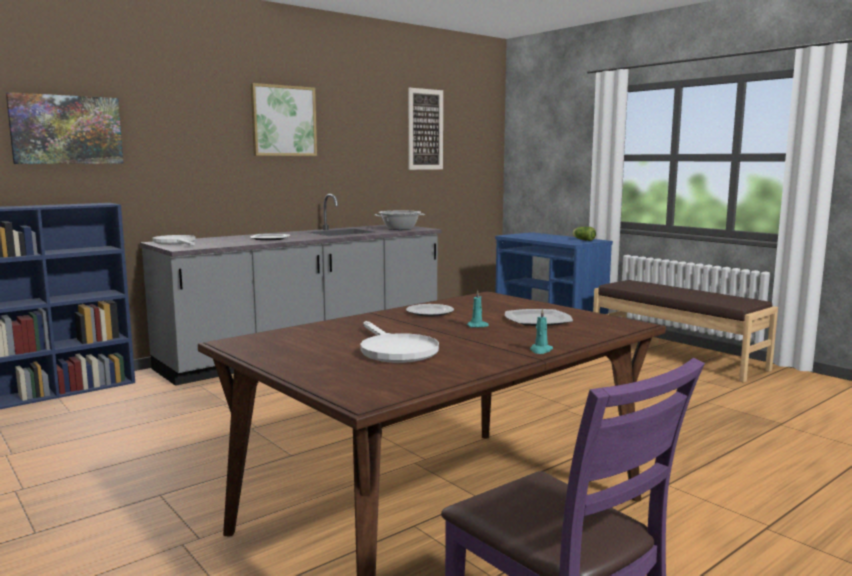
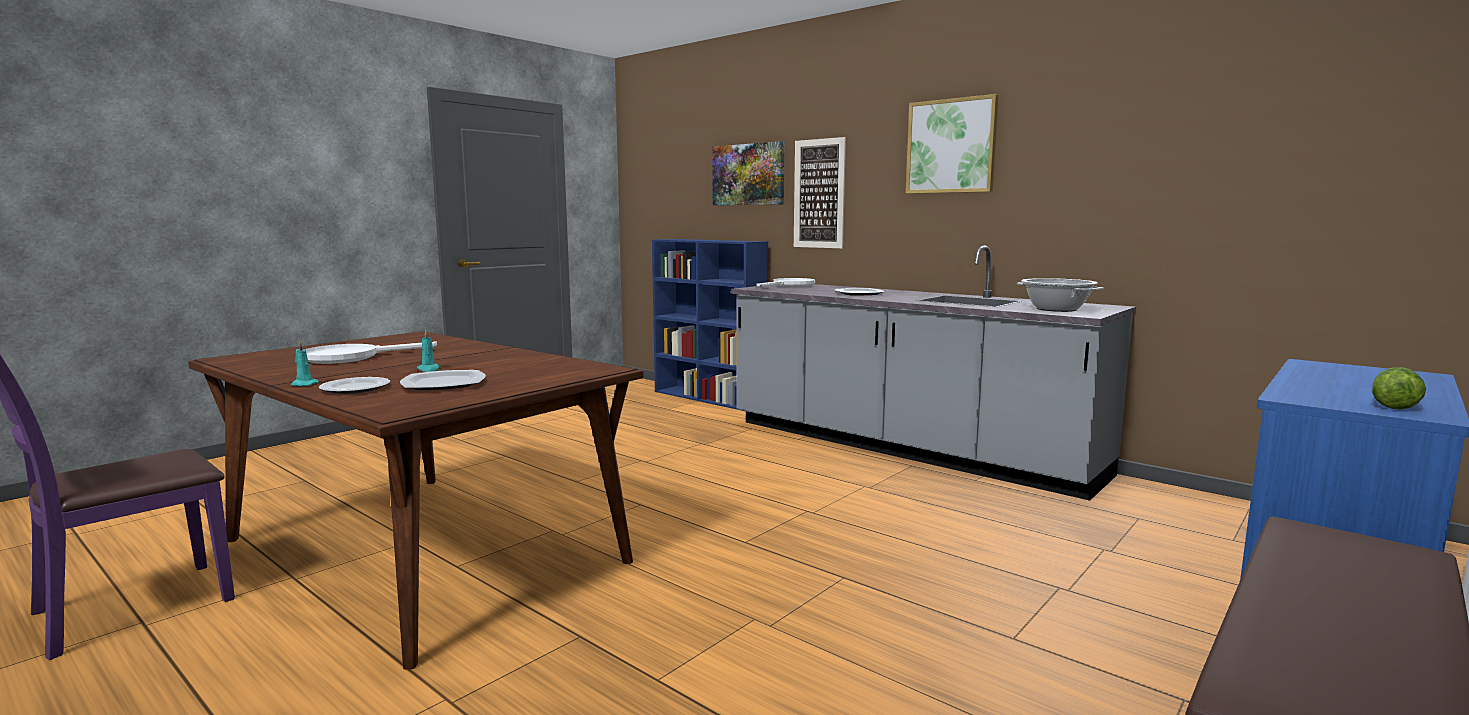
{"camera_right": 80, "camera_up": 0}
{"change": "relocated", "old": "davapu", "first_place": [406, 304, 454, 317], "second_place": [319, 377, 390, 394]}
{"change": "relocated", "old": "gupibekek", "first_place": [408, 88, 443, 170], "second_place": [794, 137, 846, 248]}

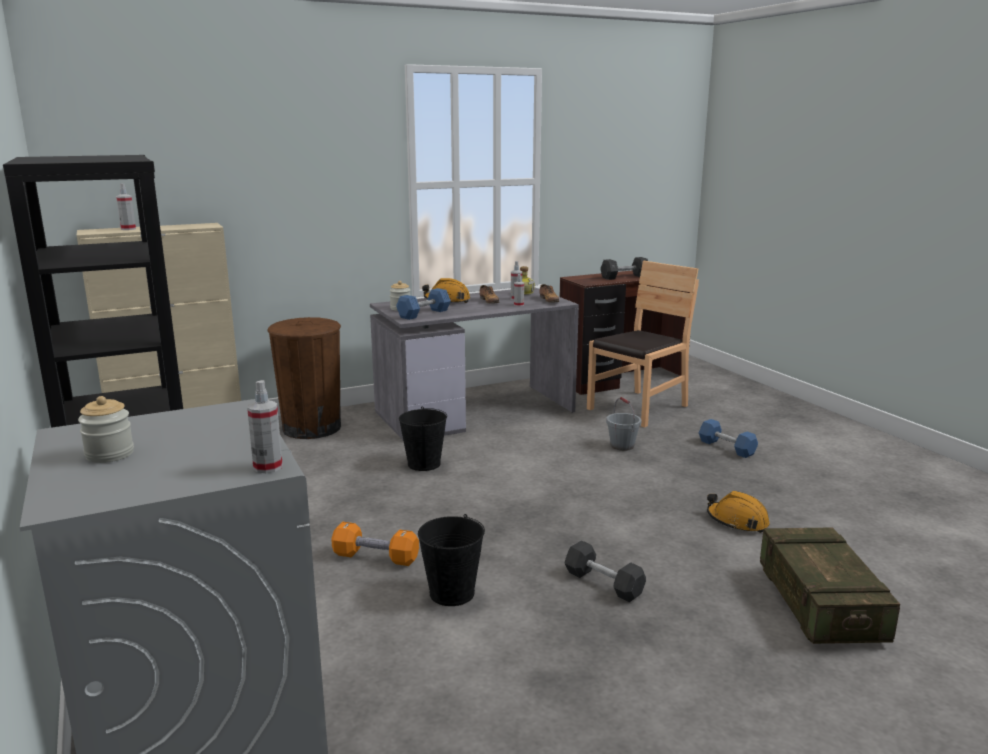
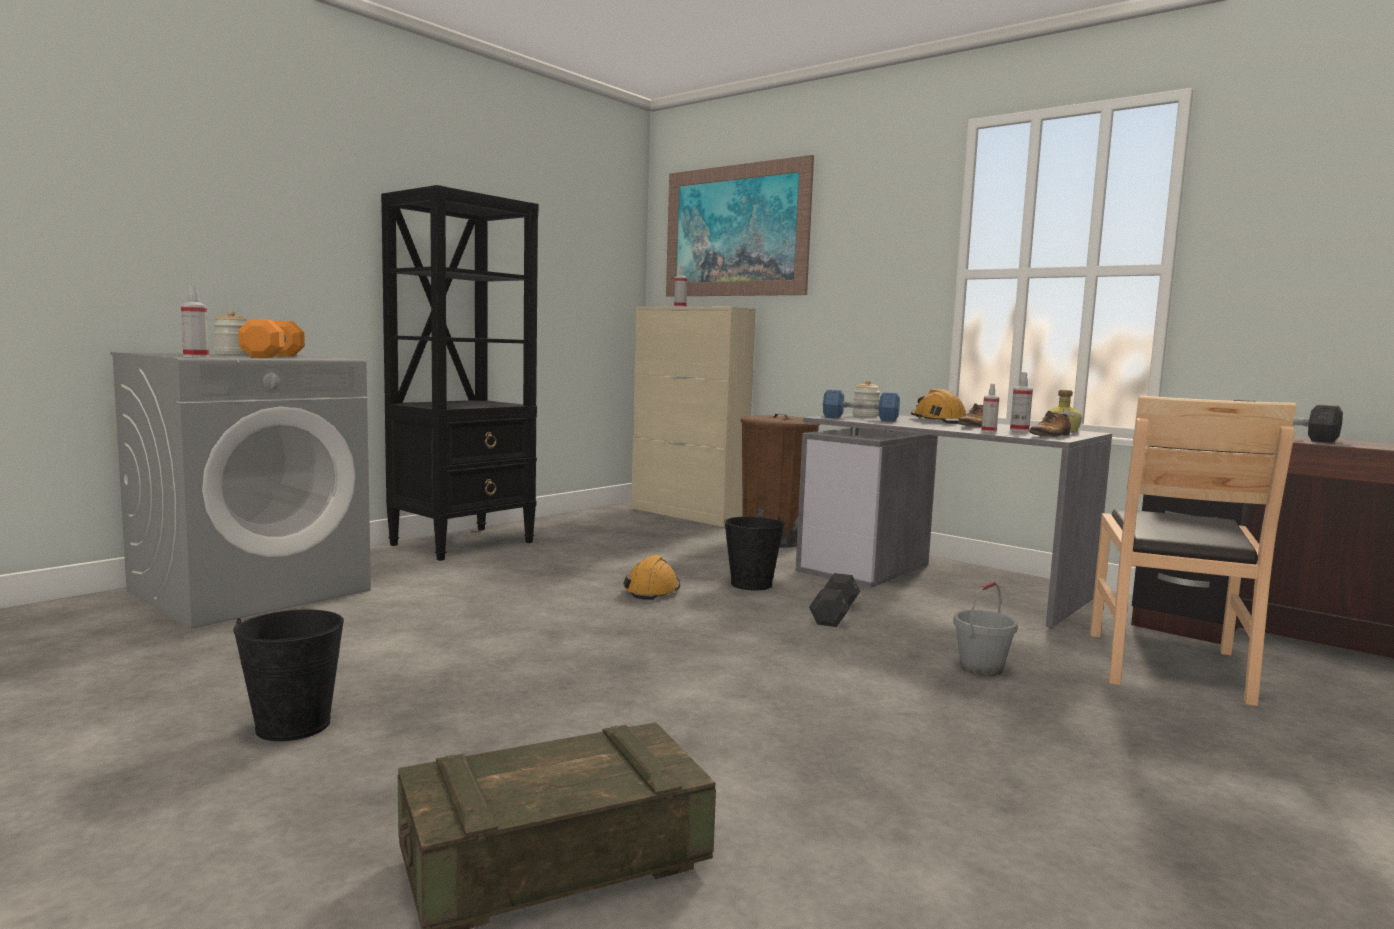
{"camera_right": 65, "camera_up": -10}
{"change": "relocated", "old": "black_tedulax", "first_place": [418, 514, 485, 606], "second_place": [233, 609, 344, 741]}
{"change": "relocated", "old": "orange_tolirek", "first_place": [331, 522, 419, 566], "second_place": [238, 319, 305, 358]}
{"change": "relocated", "old": "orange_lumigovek", "first_place": [707, 491, 770, 533], "second_place": [623, 555, 680, 600]}
{"change": "appeared", "new": "gupibekek", "second_place": [666, 155, 814, 297]}
{"change": "relocated", "old": "grey_tolirek", "first_place": [564, 540, 646, 602], "second_place": [809, 573, 860, 627]}
{"change": "spun", "old": "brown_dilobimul", "first_place": [587, 261, 699, 428], "second_place": [1090, 395, 1296, 706], "degrees": 90}
{"change": "missing", "old": "blue_tolirek", "first_place": [699, 419, 758, 458]}

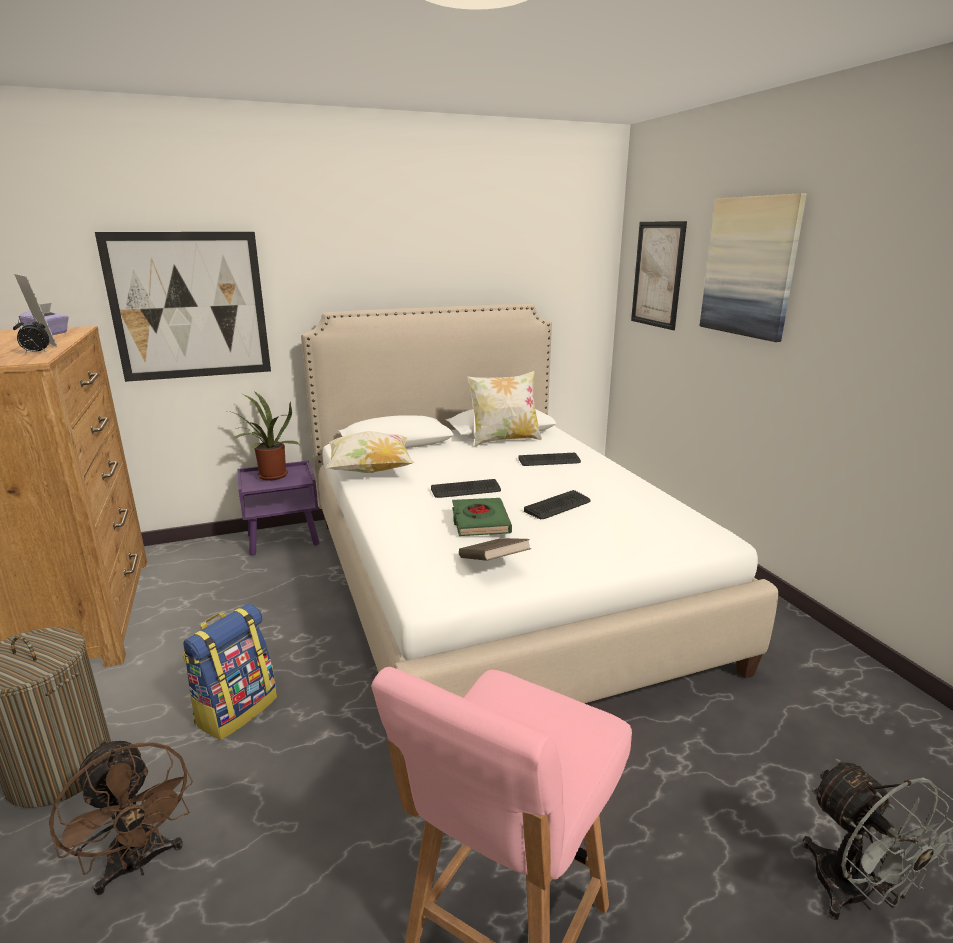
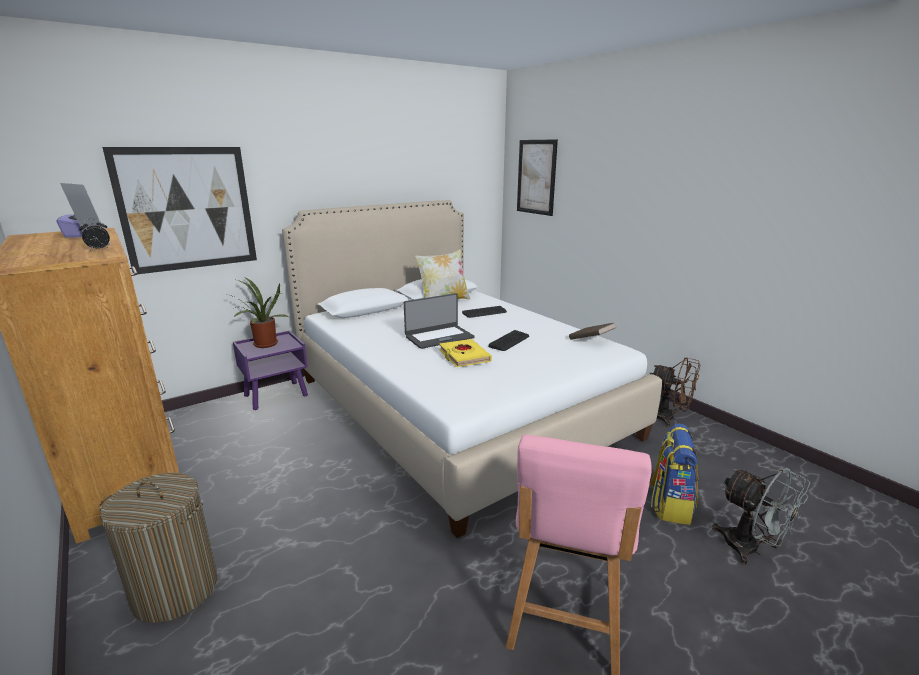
{"camera_right": -15, "camera_up": 0}
{"change": "exchanged", "old": "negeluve", "new": "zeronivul", "first_place": [431, 479, 501, 498], "second_place": [404, 293, 475, 349]}
{"change": "colour", "old": "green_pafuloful", "new": "yellow_pafuloful", "first_place": [452, 498, 512, 536], "second_place": [439, 339, 492, 367]}
{"change": "relocated", "old": "brown_pafuloful", "first_place": [459, 538, 531, 561], "second_place": [569, 322, 615, 340]}
{"change": "relocated", "old": "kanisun", "first_place": [182, 604, 277, 740], "second_place": [649, 424, 699, 525]}
{"change": "relocated", "old": "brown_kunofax", "first_place": [49, 740, 193, 895], "second_place": [650, 357, 700, 427]}
{"change": "missing", "old": "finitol", "first_place": [326, 431, 414, 473]}
{"change": "missing", "old": "gupibekek", "first_place": [700, 193, 807, 342]}

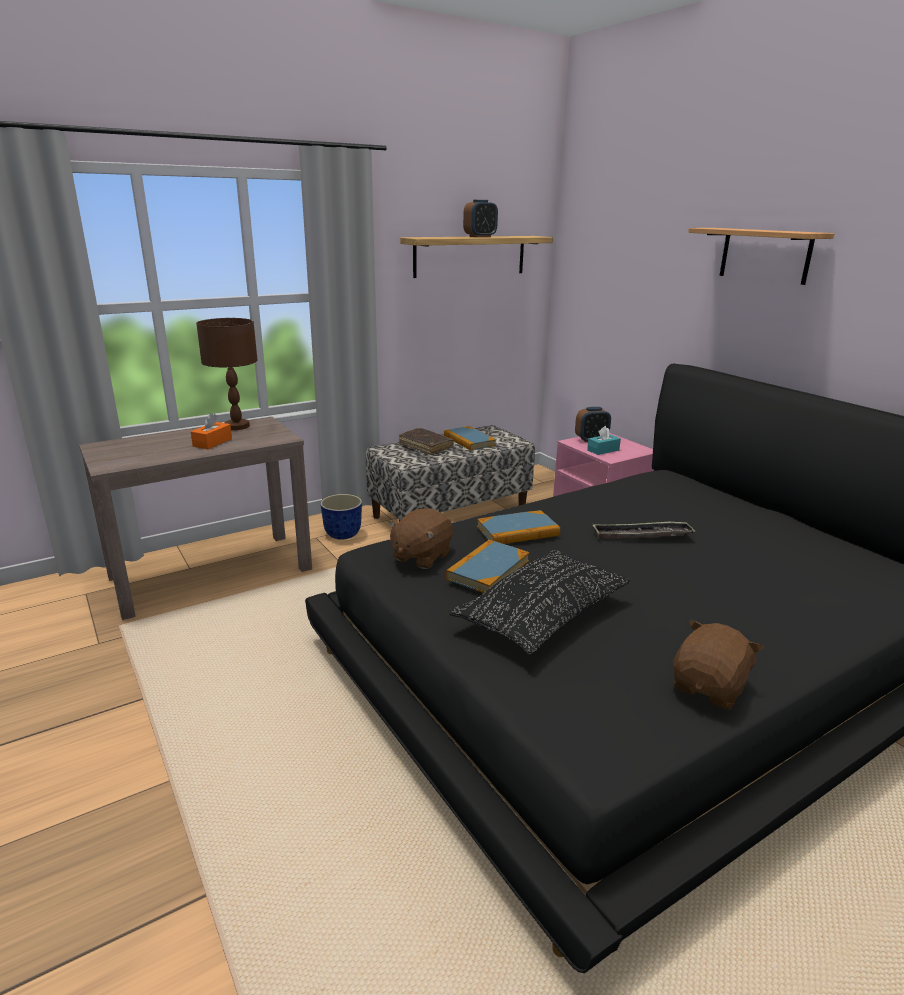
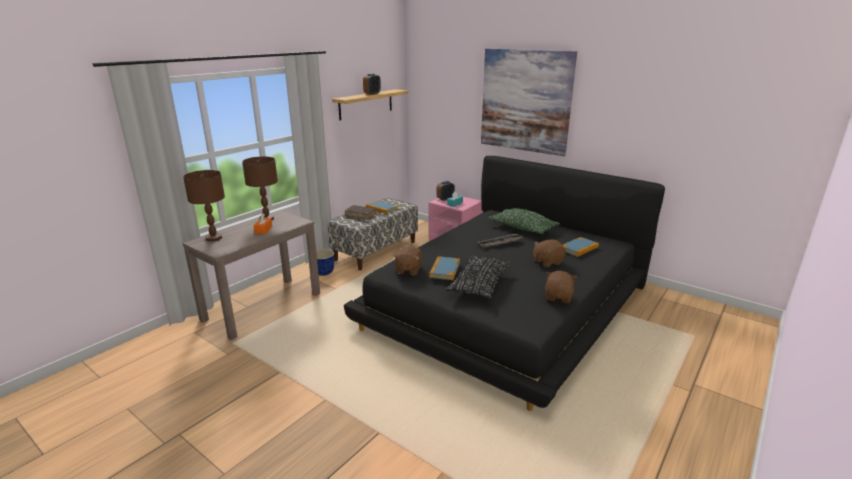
{"camera_right": -20, "camera_up": 0}
{"change": "appeared", "new": "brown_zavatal", "second_place": [183, 170, 225, 242]}
{"change": "exchanged", "old": "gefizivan", "new": "gupibekek", "first_place": [688, 228, 834, 285], "second_place": [481, 48, 577, 156]}
{"change": "appeared", "new": "green_finitol", "second_place": [488, 208, 560, 234]}
{"change": "appeared", "new": "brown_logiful", "second_place": [533, 240, 566, 267]}
{"change": "relocated", "old": "pafuloful", "first_place": [477, 510, 560, 544], "second_place": [563, 237, 599, 257]}

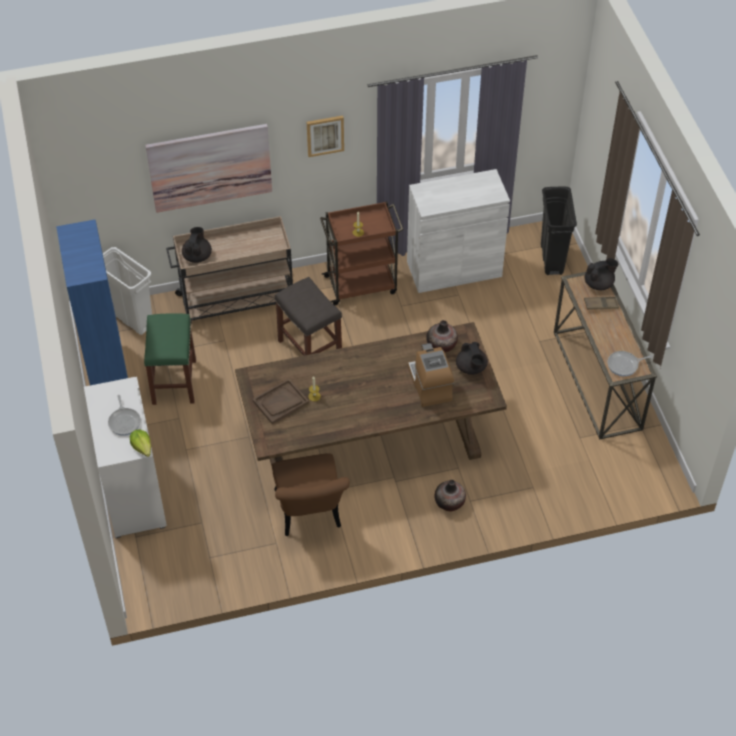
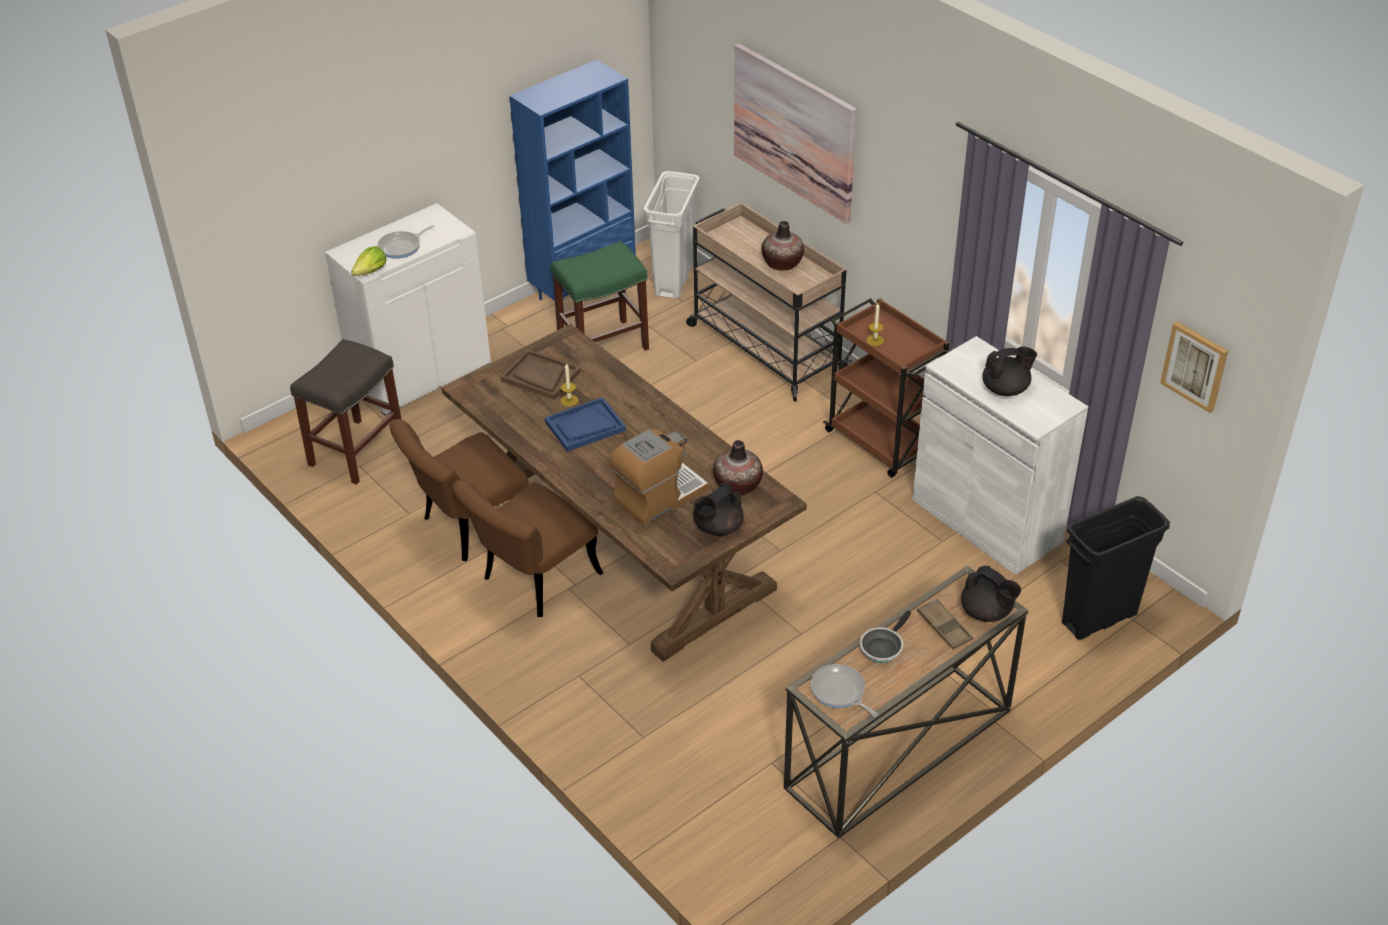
{"camera_right": 65, "camera_up": -10}
{"change": "relocated", "old": "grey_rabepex", "first_place": [275, 277, 342, 356], "second_place": [290, 339, 402, 485]}
{"change": "appeared", "new": "brown_dilobimul", "second_place": [452, 480, 603, 617]}
{"change": "appeared", "new": "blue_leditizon", "second_place": [545, 397, 626, 452]}
{"change": "relocated", "old": "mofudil", "first_place": [434, 480, 466, 511], "second_place": [761, 221, 804, 270]}
{"change": "appeared", "new": "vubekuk", "second_place": [860, 610, 911, 663]}
{"change": "relocated", "old": "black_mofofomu", "first_place": [182, 227, 212, 263], "second_place": [982, 346, 1037, 396]}
{"change": "relocated", "old": "gupibekek", "first_place": [307, 116, 344, 157], "second_place": [1160, 322, 1228, 413]}

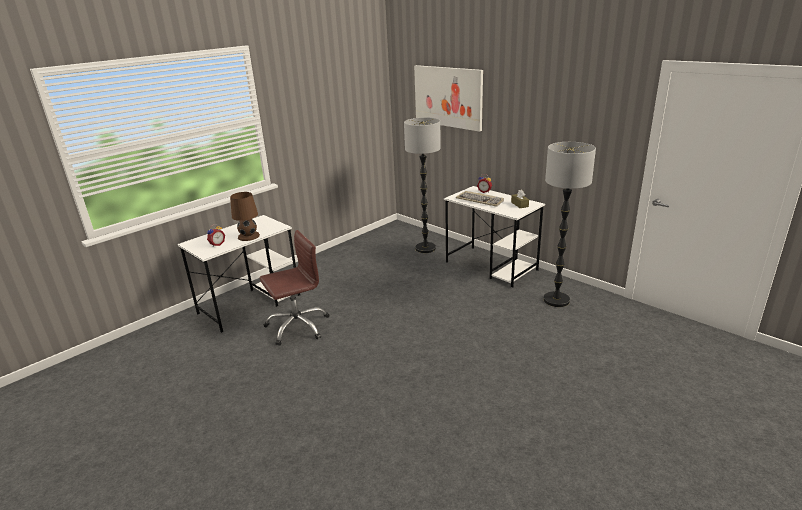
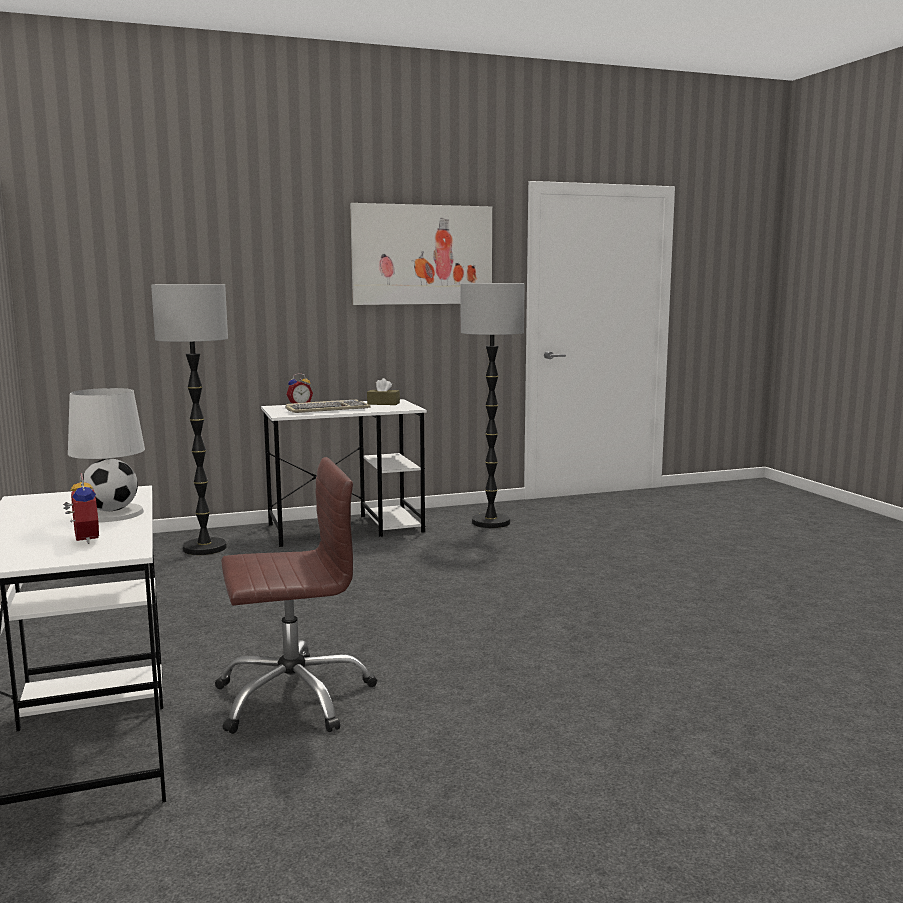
{"camera_right": -65, "camera_up": -15}
{"change": "colour", "old": "brown_zavatal", "new": "white_zavatal", "first_place": [230, 192, 260, 241], "second_place": [68, 388, 145, 522]}
{"change": "spun", "old": "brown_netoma", "first_place": [260, 230, 329, 346], "second_place": [215, 457, 377, 734], "degrees": 75}
{"change": "relocated", "old": "gupibekek", "first_place": [414, 65, 483, 132], "second_place": [350, 203, 492, 305]}

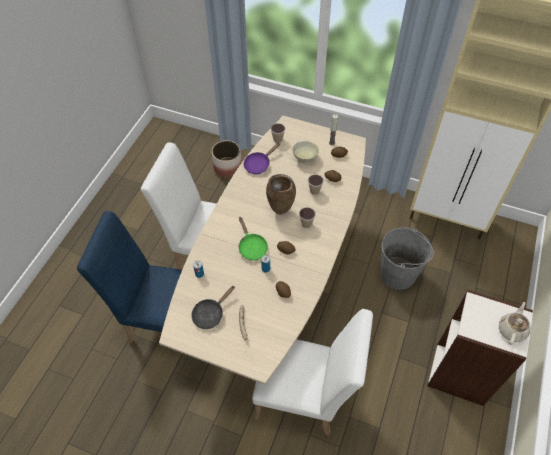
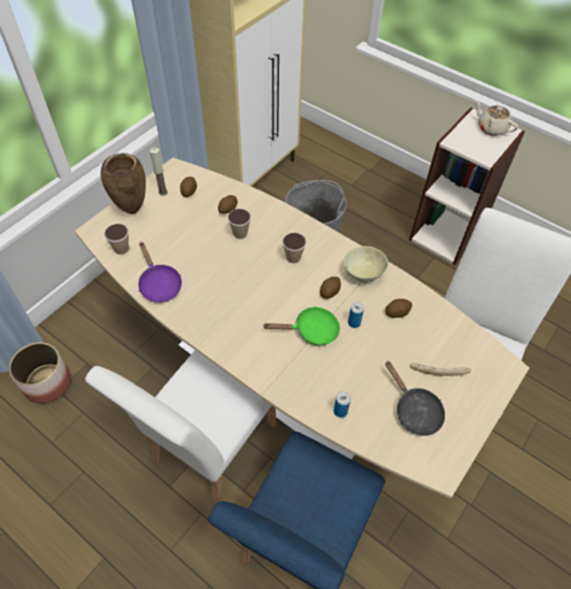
{"camera_right": -75, "camera_up": 0}
{"change": "relocated", "old": "brown_mofudil", "first_place": [266, 174, 296, 214], "second_place": [101, 153, 146, 214]}
{"change": "relocated", "old": "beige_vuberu", "first_place": [292, 141, 319, 164], "second_place": [344, 246, 388, 283]}

